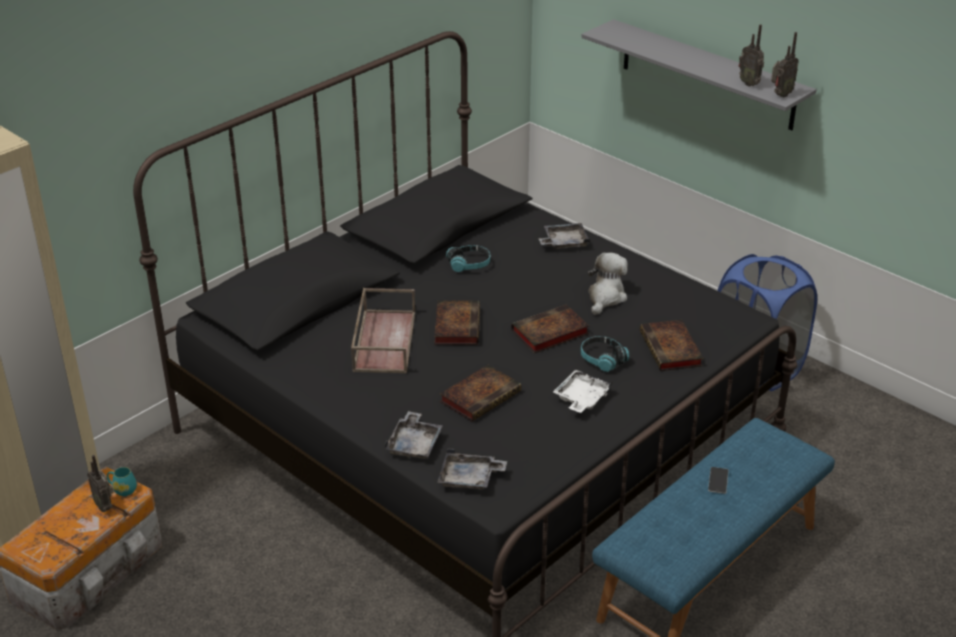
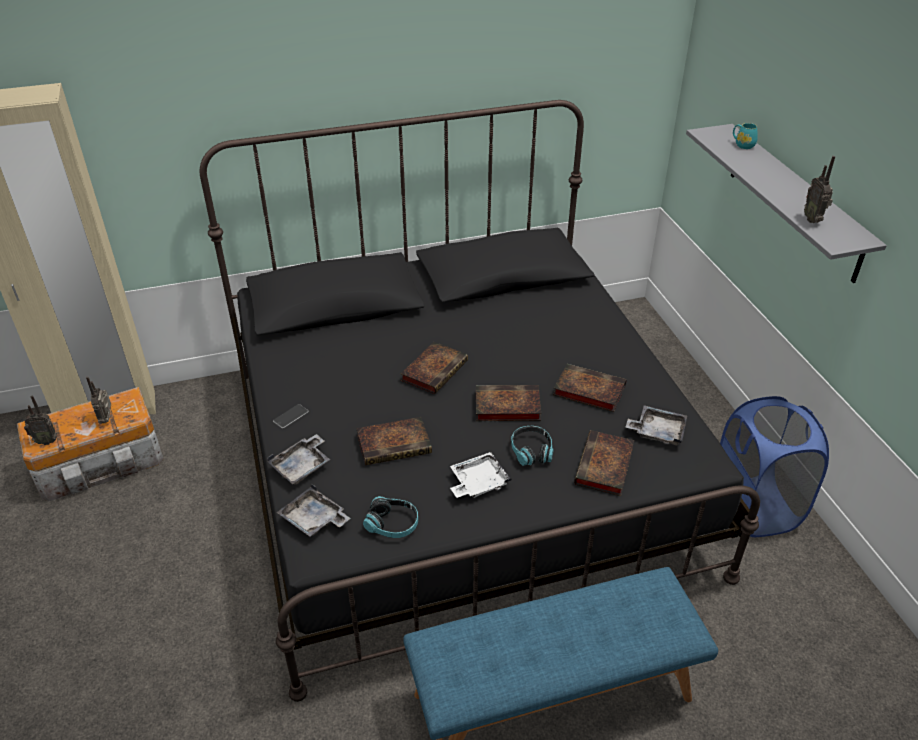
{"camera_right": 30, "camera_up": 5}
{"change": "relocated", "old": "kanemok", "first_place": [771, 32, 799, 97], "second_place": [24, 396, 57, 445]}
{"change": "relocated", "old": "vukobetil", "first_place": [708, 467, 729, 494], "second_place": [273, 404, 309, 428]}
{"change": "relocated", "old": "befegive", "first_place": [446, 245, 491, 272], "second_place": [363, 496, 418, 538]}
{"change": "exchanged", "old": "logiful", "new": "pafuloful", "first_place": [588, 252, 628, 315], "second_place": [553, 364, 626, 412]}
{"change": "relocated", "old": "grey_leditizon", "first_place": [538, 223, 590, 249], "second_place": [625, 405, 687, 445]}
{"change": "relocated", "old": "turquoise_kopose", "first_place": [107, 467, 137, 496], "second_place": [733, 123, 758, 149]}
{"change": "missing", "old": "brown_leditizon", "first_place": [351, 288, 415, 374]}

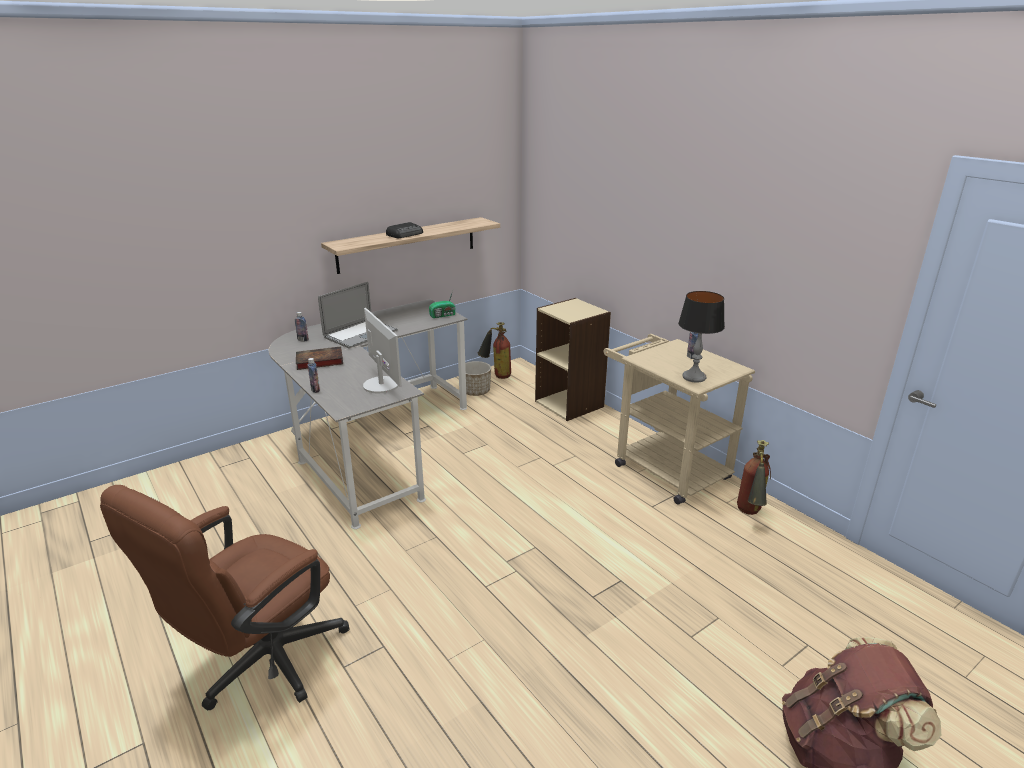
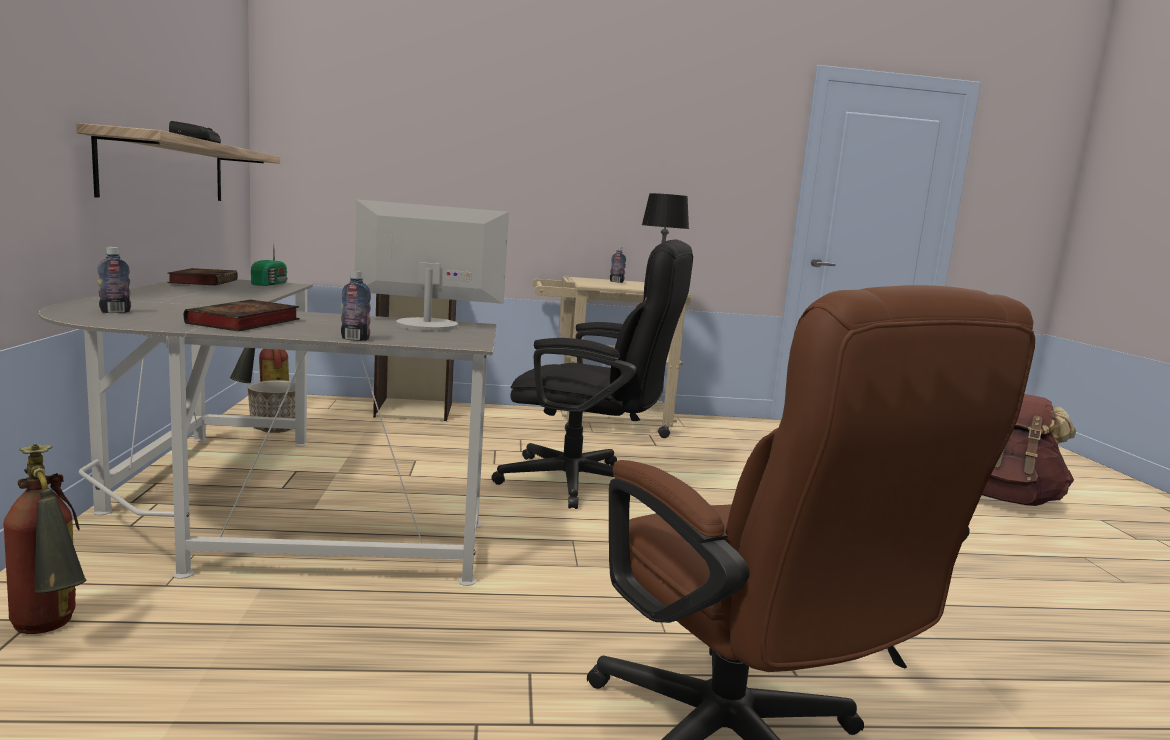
{"camera_right": -60, "camera_up": -15}
{"change": "relocated", "old": "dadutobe", "first_place": [737, 440, 771, 515], "second_place": [3, 444, 86, 634]}
{"change": "appeared", "new": "pafuloful", "second_place": [167, 268, 238, 285]}
{"change": "appeared", "new": "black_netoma", "second_place": [491, 239, 693, 509]}
{"change": "missing", "old": "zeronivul", "first_place": [318, 282, 398, 349]}

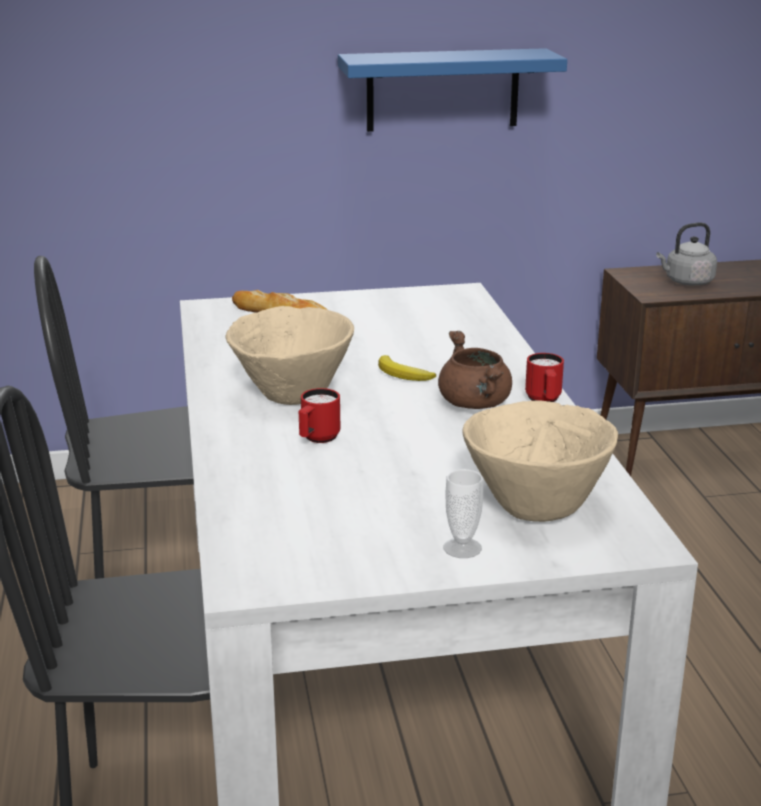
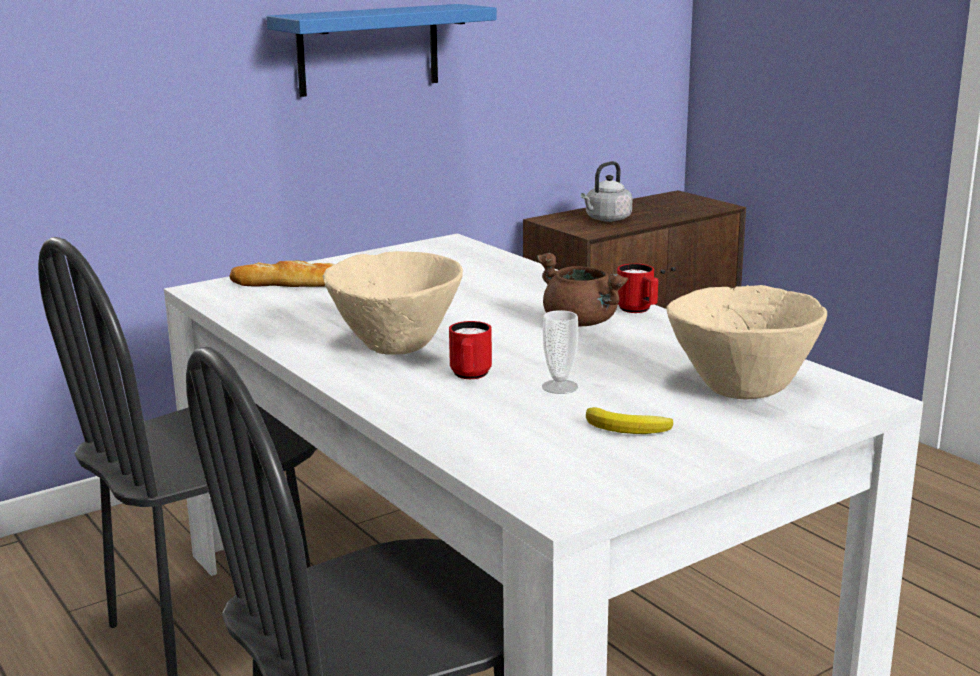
{"camera_right": -25, "camera_up": -5}
{"change": "relocated", "old": "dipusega", "first_place": [443, 469, 483, 558], "second_place": [542, 310, 578, 394]}
{"change": "relocated", "old": "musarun", "first_place": [378, 355, 436, 381], "second_place": [586, 407, 673, 434]}

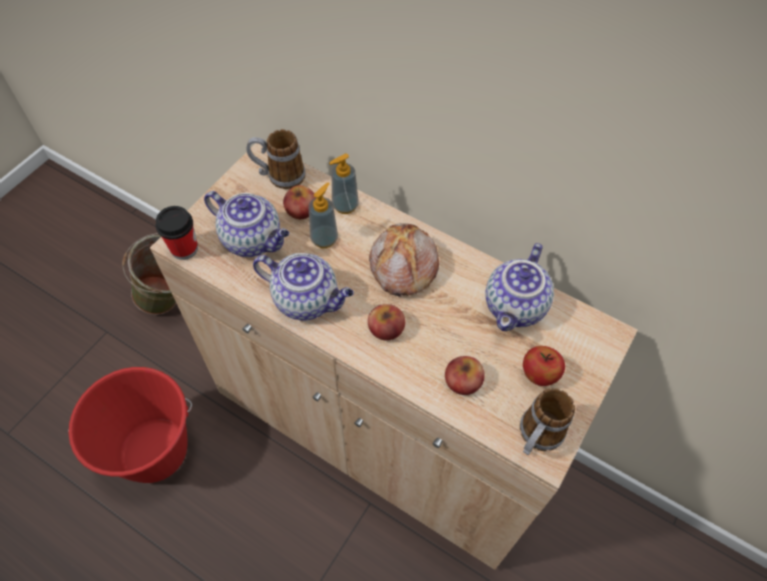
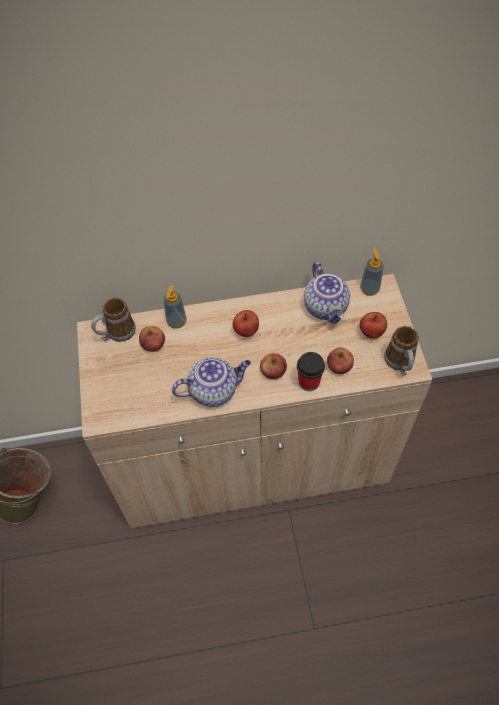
{"camera_right": -40, "camera_up": 0}
{"change": "exchanged", "old": "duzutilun", "new": "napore", "first_place": [369, 223, 439, 297], "second_place": [233, 310, 259, 337]}
{"change": "relocated", "old": "dipusega", "first_place": [156, 206, 198, 260], "second_place": [297, 352, 325, 391]}
{"change": "relocated", "old": "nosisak", "first_place": [309, 183, 338, 248], "second_place": [360, 247, 384, 296]}
{"change": "missing", "old": "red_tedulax", "first_place": [68, 367, 192, 483]}
{"change": "missing", "old": "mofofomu", "first_place": [204, 191, 289, 257]}

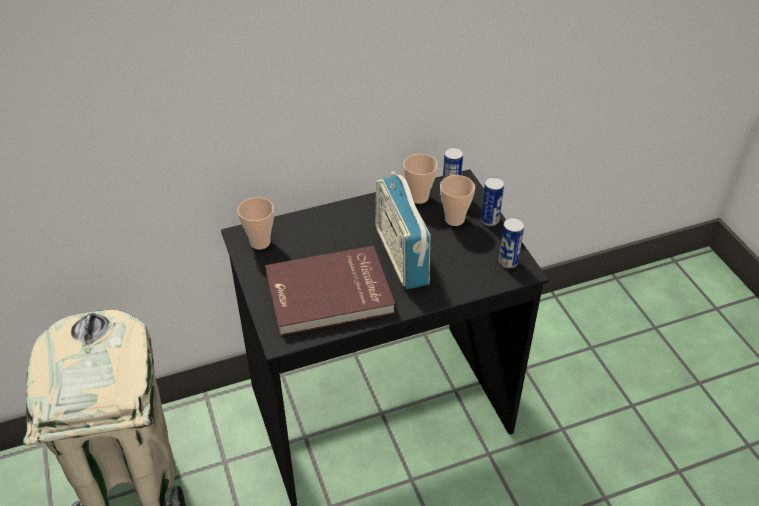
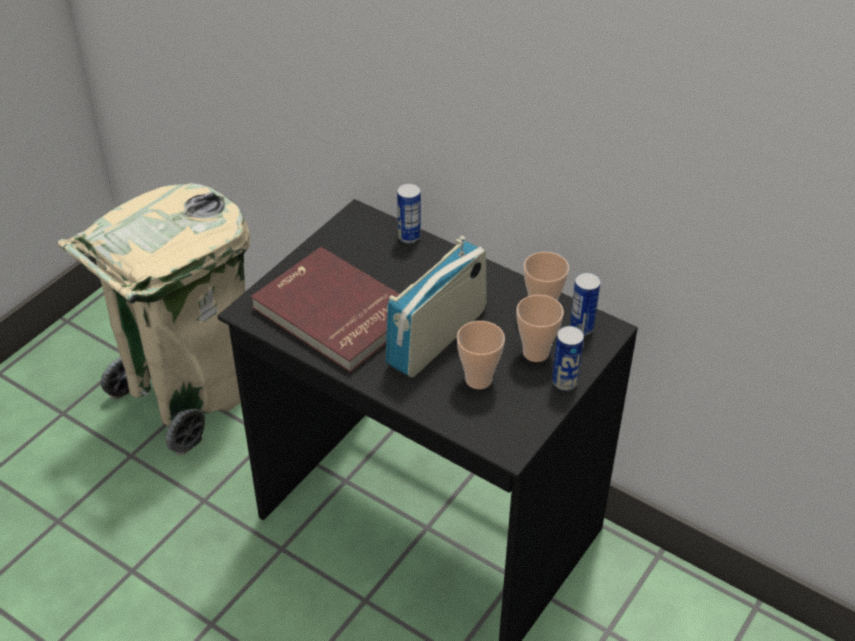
{"camera_right": 55, "camera_up": 0}
{"change": "relocated", "old": "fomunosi", "first_place": [499, 218, 524, 268], "second_place": [397, 183, 421, 244]}
{"change": "relocated", "old": "dipusega", "first_place": [238, 197, 274, 250], "second_place": [457, 321, 505, 389]}

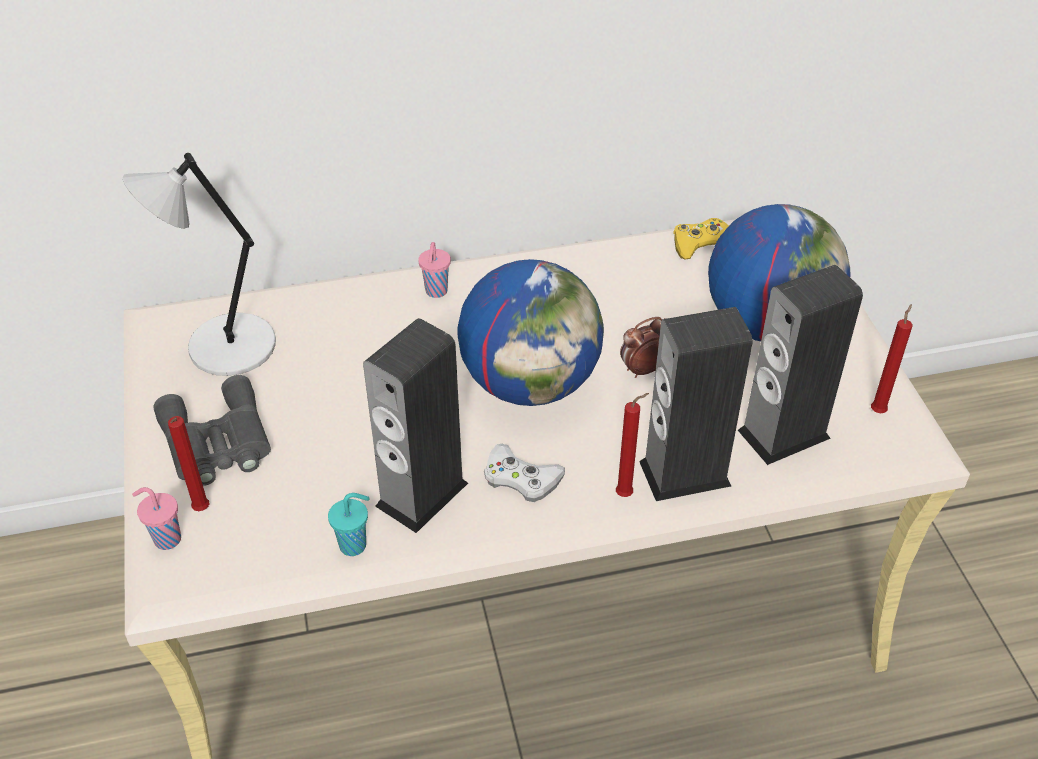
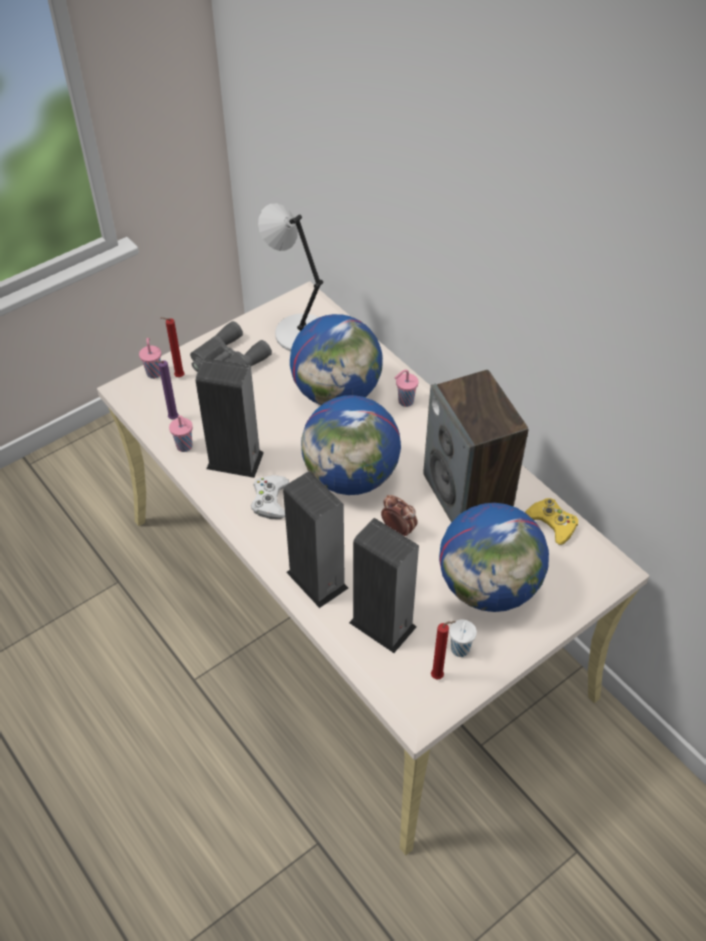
{"camera_right": 65, "camera_up": 5}
{"change": "appeared", "new": "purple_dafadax", "second_place": [155, 360, 178, 419]}
{"change": "colour", "old": "turquoise_dipusega", "new": "pink_dipusega", "first_place": [328, 493, 370, 556], "second_place": [169, 415, 193, 452]}
{"change": "appeared", "new": "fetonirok", "second_place": [290, 314, 383, 405]}
{"change": "appeared", "new": "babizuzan", "second_place": [423, 370, 528, 523]}
{"change": "appeared", "new": "white_dipusega", "second_place": [449, 619, 477, 657]}
{"change": "missing", "old": "red_dafadax", "first_place": [616, 393, 649, 497]}

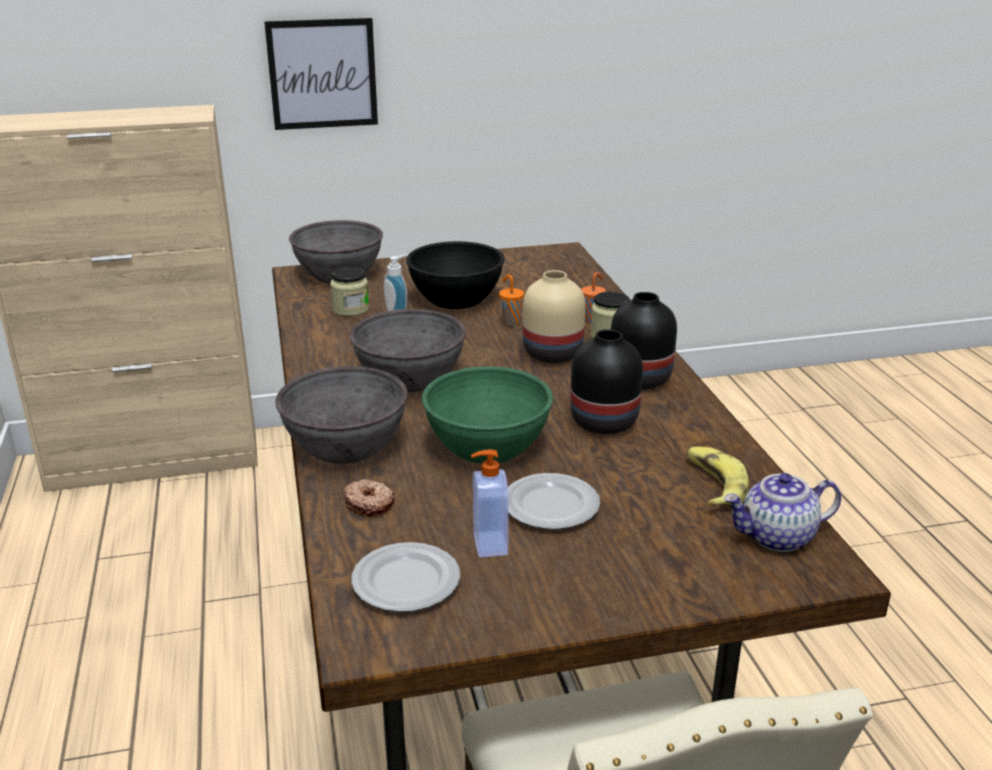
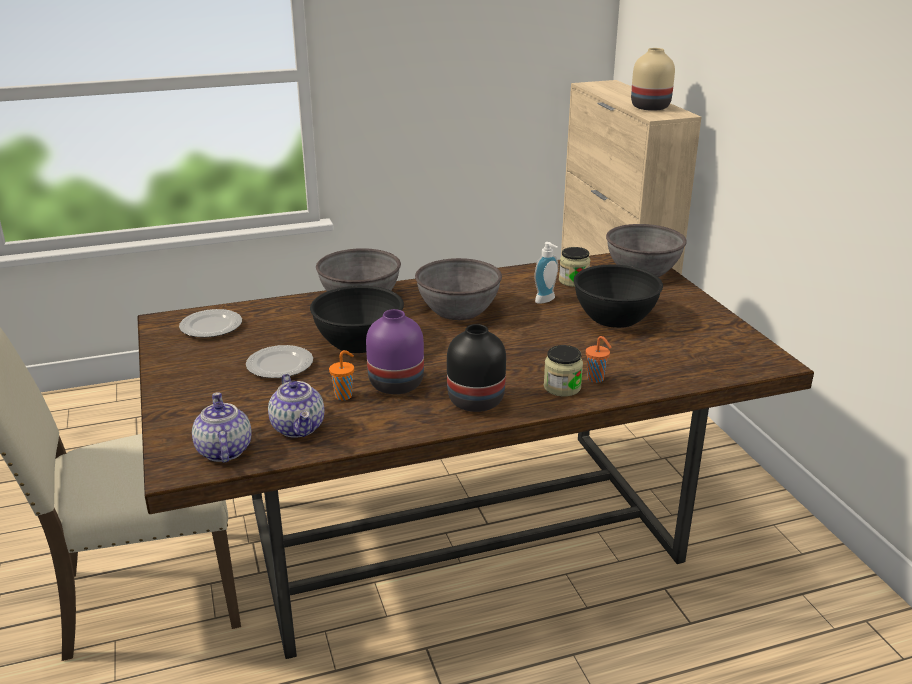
{"camera_right": 85, "camera_up": 0}
{"change": "exchanged", "old": "musarun", "new": "mofofomu", "first_place": [686, 447, 749, 508], "second_place": [268, 374, 324, 438]}
{"change": "colour", "old": "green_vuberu", "new": "black_vuberu", "first_place": [422, 366, 553, 464], "second_place": [310, 286, 404, 353]}
{"change": "relocated", "old": "orange_dipusega", "first_place": [499, 275, 524, 326], "second_place": [329, 350, 354, 400]}
{"change": "colour", "old": "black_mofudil", "new": "purple_mofudil", "first_place": [570, 329, 643, 434], "second_place": [366, 309, 424, 394]}
{"change": "relocated", "old": "beige_mofudil", "first_place": [523, 270, 585, 363], "second_place": [631, 48, 675, 111]}
{"change": "missing", "old": "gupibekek", "first_place": [264, 18, 378, 130]}
{"change": "missing", "old": "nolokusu", "first_place": [344, 479, 395, 516]}
{"change": "missing", "old": "nosisak", "first_place": [471, 450, 509, 558]}

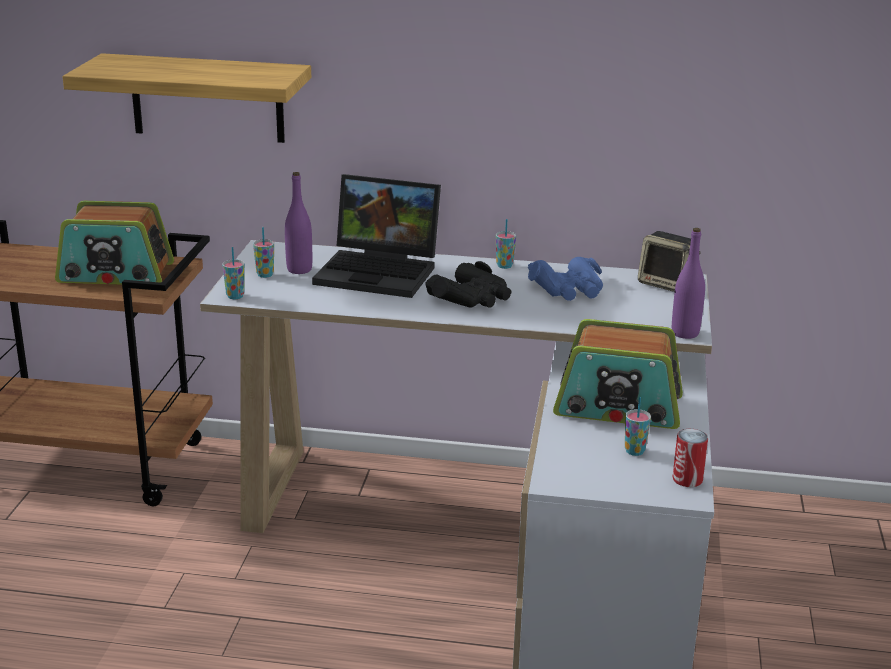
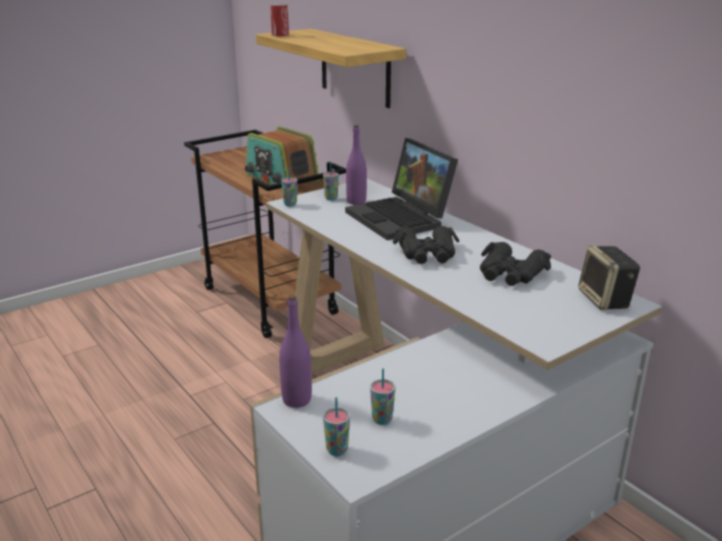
{"camera_right": 45, "camera_up": 0}
{"change": "relocated", "old": "fomunosi", "first_place": [673, 429, 708, 487], "second_place": [270, 4, 289, 36]}
{"change": "relocated", "old": "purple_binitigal", "first_place": [672, 228, 705, 339], "second_place": [279, 295, 312, 408]}
{"change": "relocated", "old": "dipusega", "first_place": [496, 219, 516, 269], "second_place": [323, 397, 350, 456]}
{"change": "colour", "old": "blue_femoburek", "new": "black_femoburek", "first_place": [528, 257, 603, 301], "second_place": [480, 242, 551, 286]}
{"change": "missing", "old": "kanemok", "first_place": [553, 319, 683, 429]}

